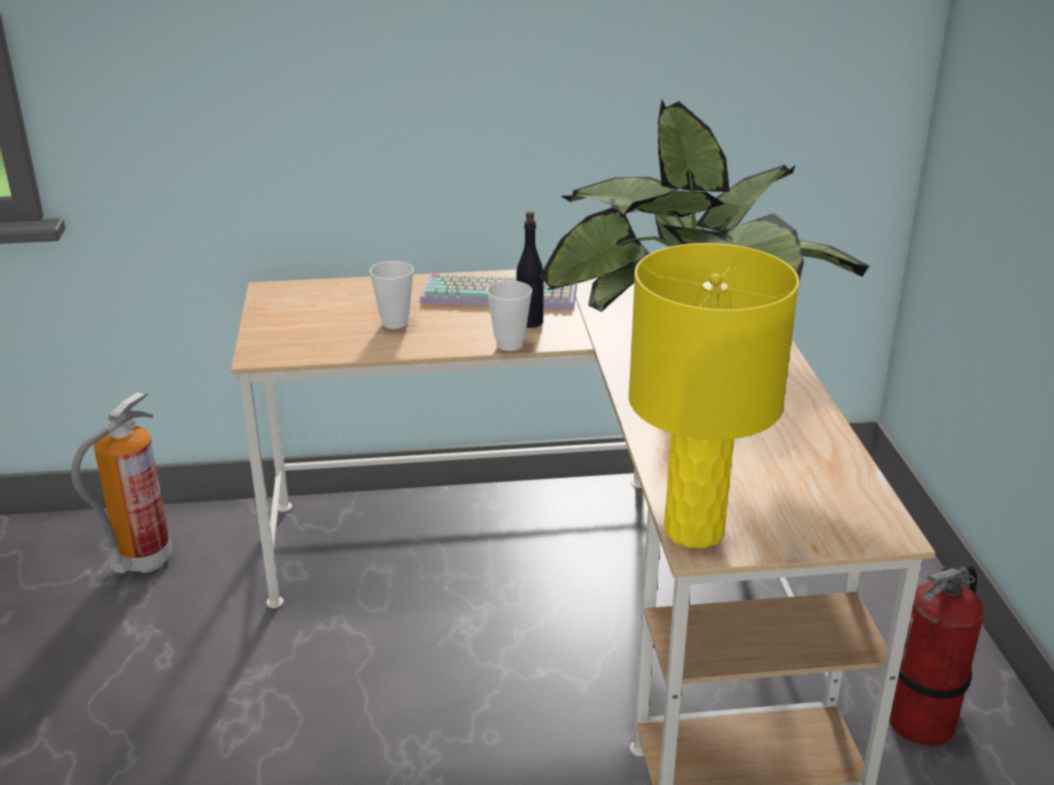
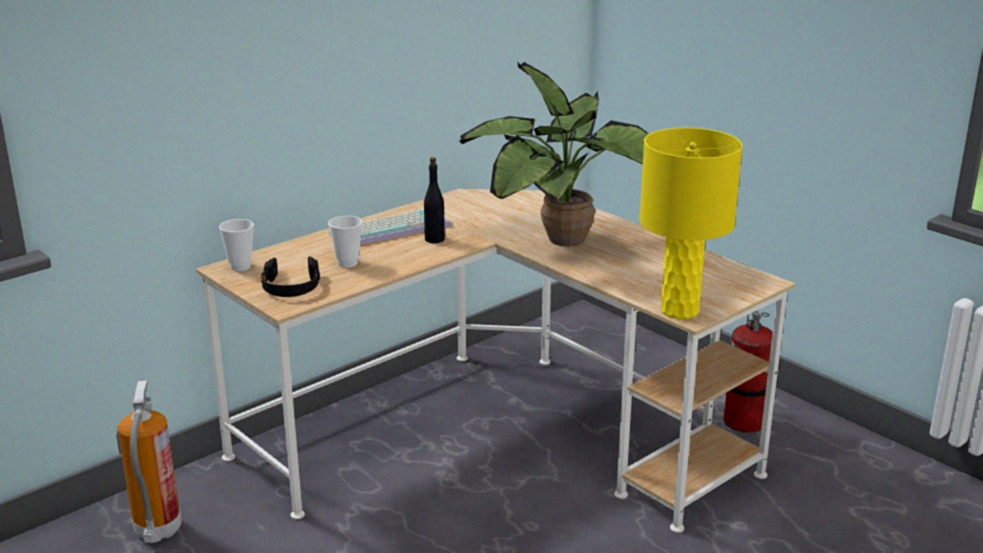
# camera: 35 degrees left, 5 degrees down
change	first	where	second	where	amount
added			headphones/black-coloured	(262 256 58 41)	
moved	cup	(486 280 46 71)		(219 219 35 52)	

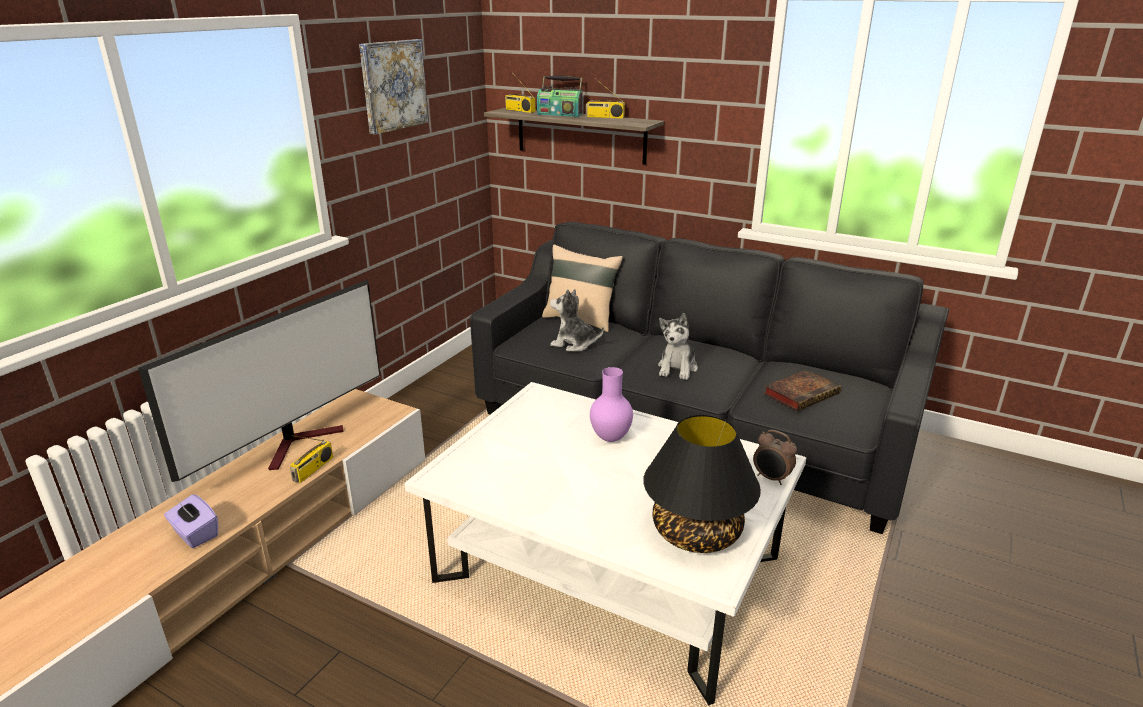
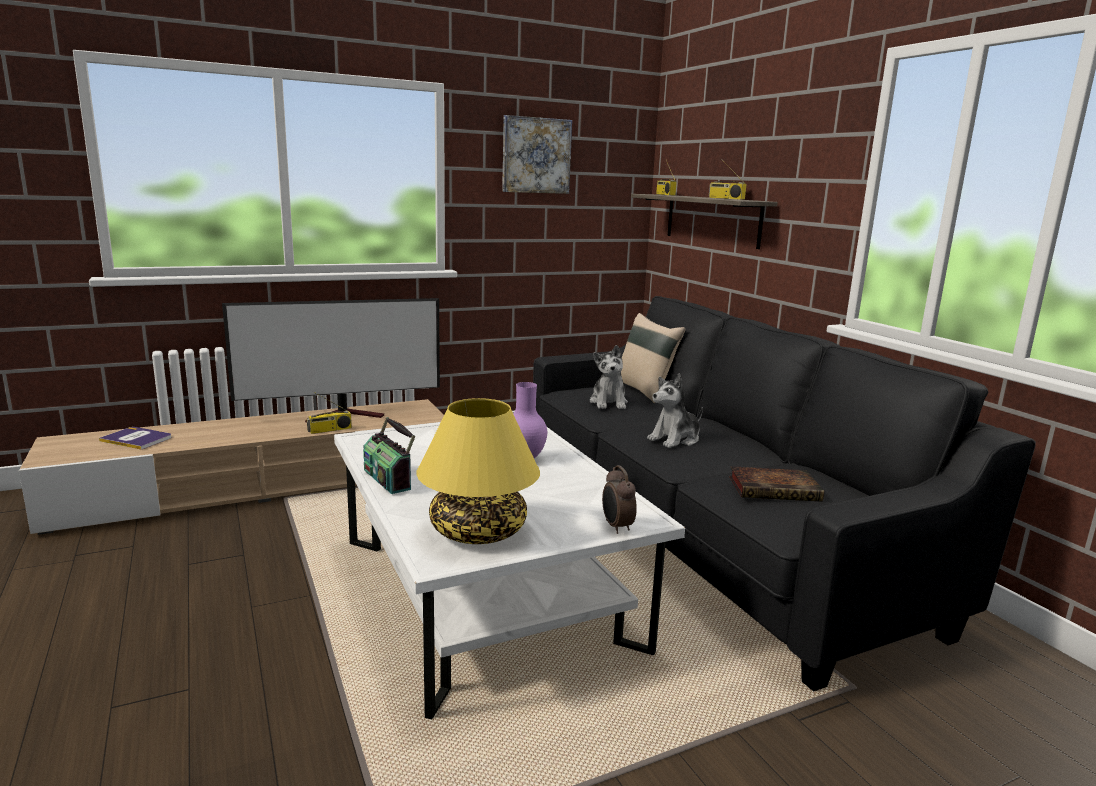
# camera: 35 degrees right, 10 degrees down
change	first	where	second	where	amount
removed	box of tissues/purple-coloured	(164 494 54 54)			
added			bound book	(99 427 72 23)	
moved	radio	(537 75 46 42)		(363 417 52 77)	
recoloured	lamp for a table/black-coloured	(643 414 118 139)	lamp for a table/yellow-coloured	(417 398 123 146)	
turned	soft toy	(550 289 54 63)		(590 345 38 64)	150 degrees counterclockwise

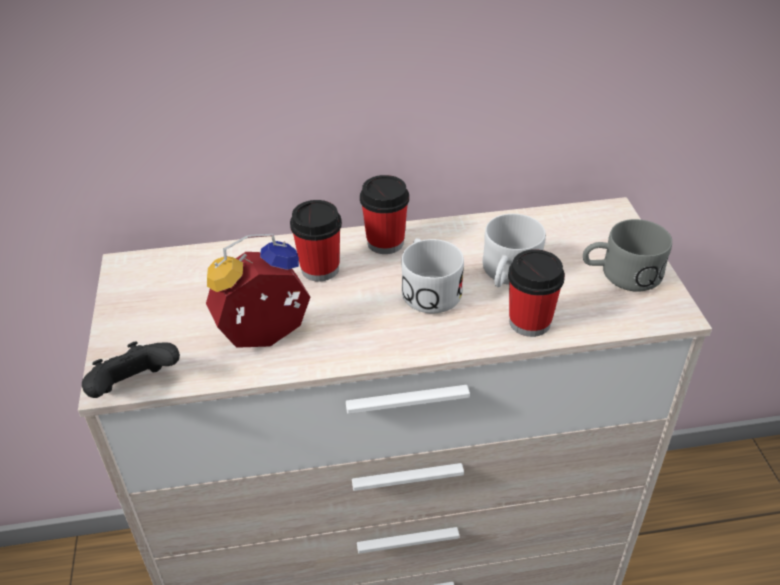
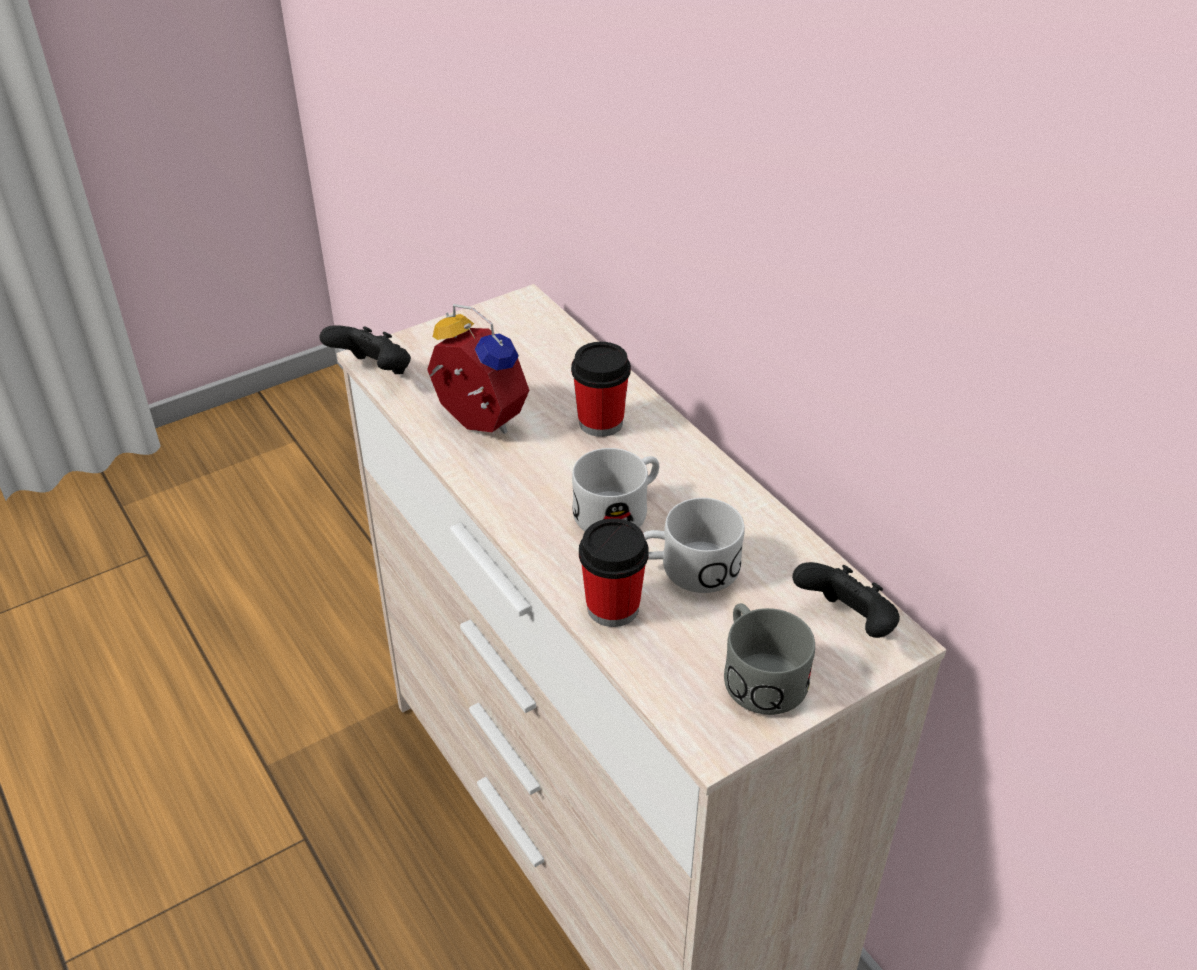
# camera: 65 degrees right, 0 degrees up
change	first	where	second	where	amount
removed	cup	(360 175 49 79)			
added			joypad/black-coloured	(792 562 108 76)	

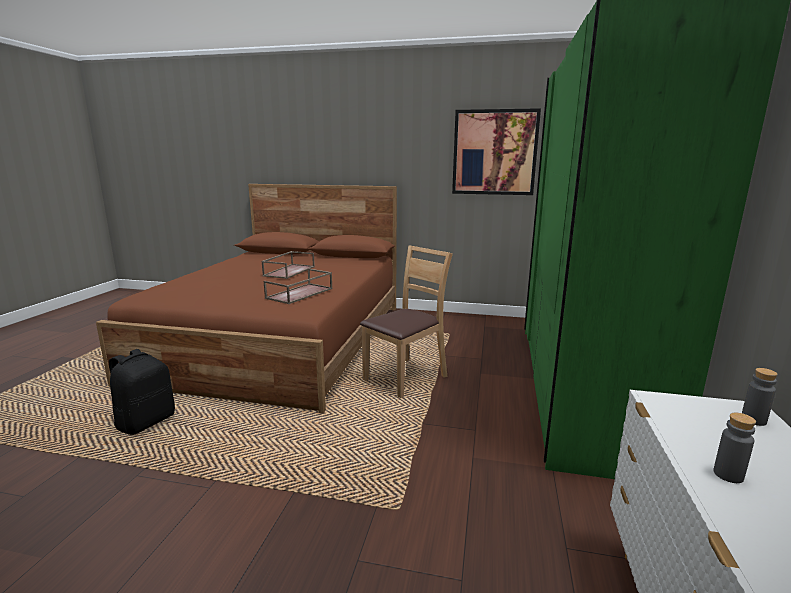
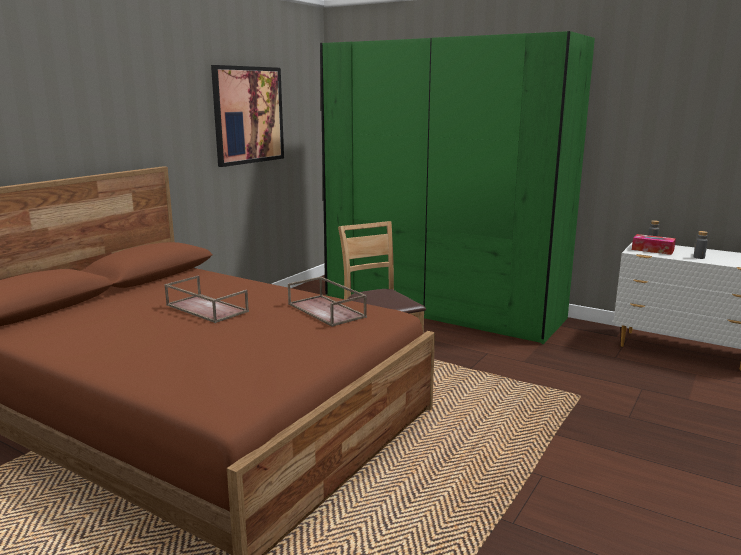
# camera: 70 degrees left, 0 degrees up
change	first	where	second	where	amount
removed	backpack/black-coloured	(109 349 66 86)			
added			box of tissues	(632 234 44 21)	

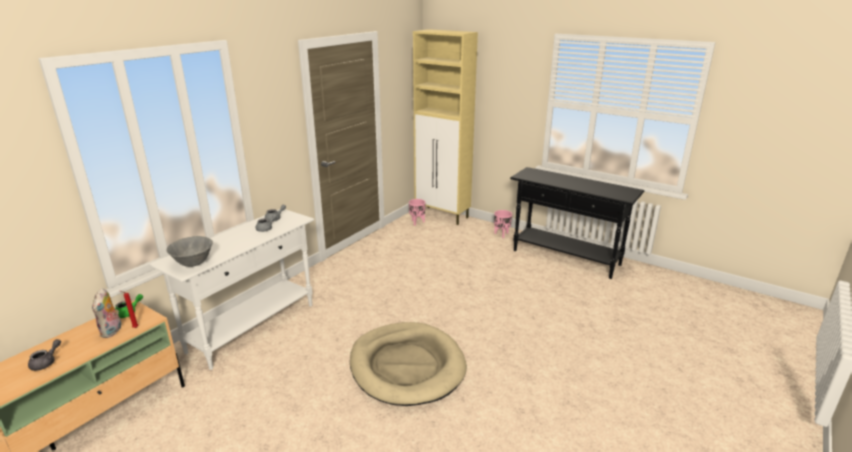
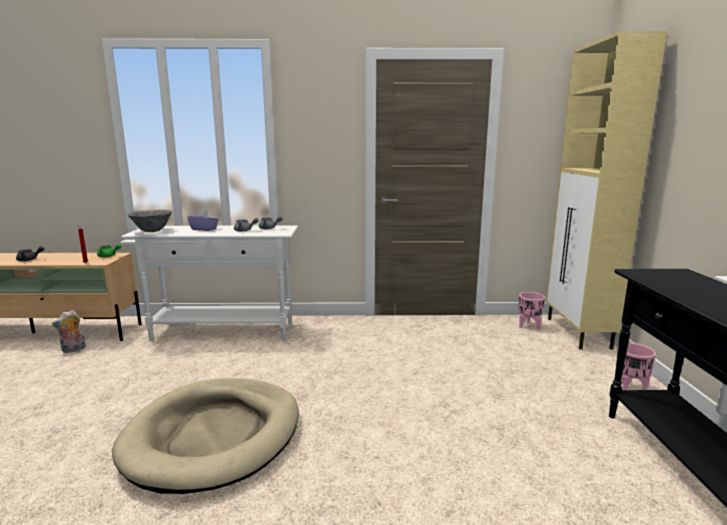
# camera: 55 degrees right, 10 degrees down
change	first	where	second	where	amount
added			box of tissues/purple-coloured	(188 209 31 22)	
moved	soft toy	(92 288 29 50)		(52 310 34 43)	

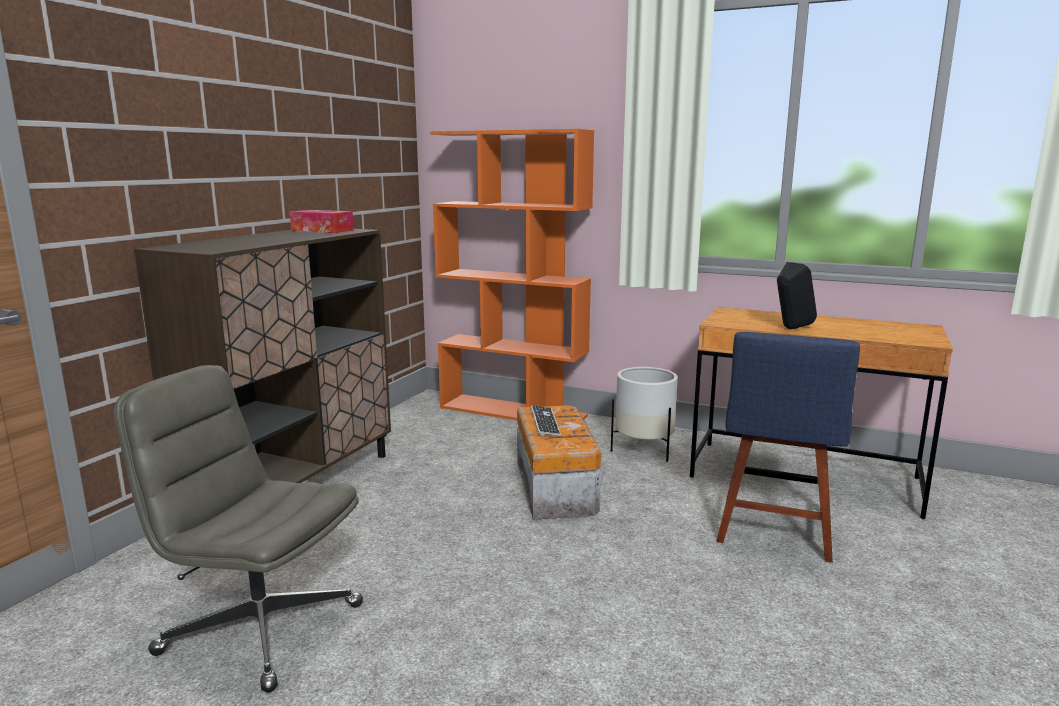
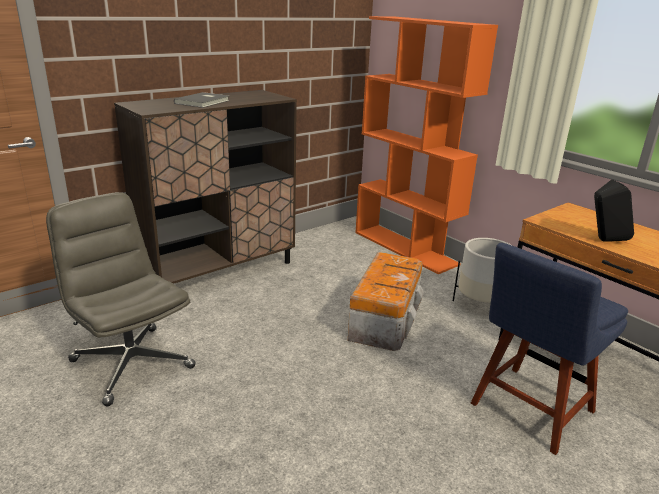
# camera: 25 degrees right, 10 degrees up
change	first	where	second	where	amount
removed	box of tissues	(290 210 64 23)			
removed	keyboard	(531 405 30 31)			
added			bound book/greyish	(174 92 56 16)	

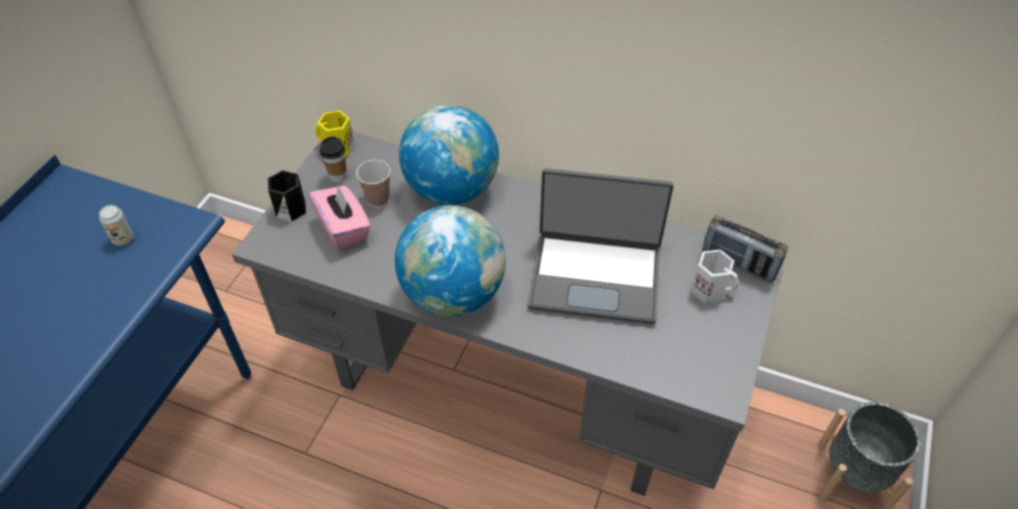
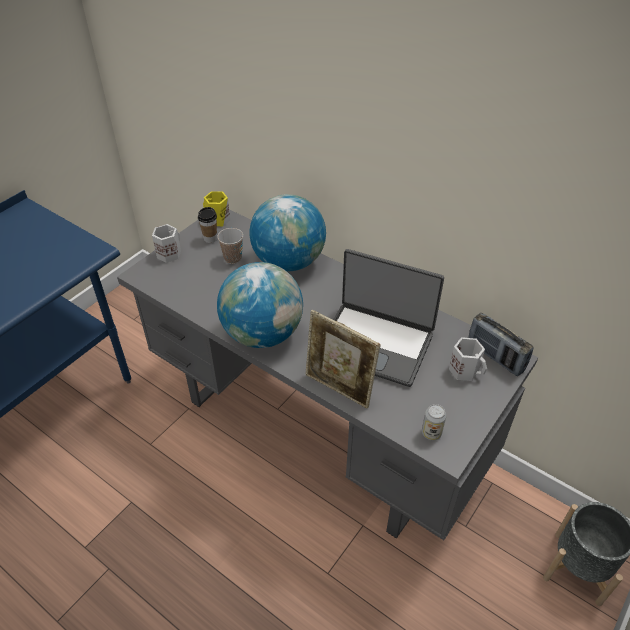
# camera: 15 degrees right, 5 degrees down
change	first	where	second	where	amount
removed	box of tissues/pink	(309 184 61 66)			
added			photo frame	(306 309 75 100)	
moved	sealed can	(99 205 35 41)		(422 404 24 36)	
recoloured	coffee mug/black-coloured	(268 170 38 51)	coffee mug/white-coloured	(152 224 29 39)	

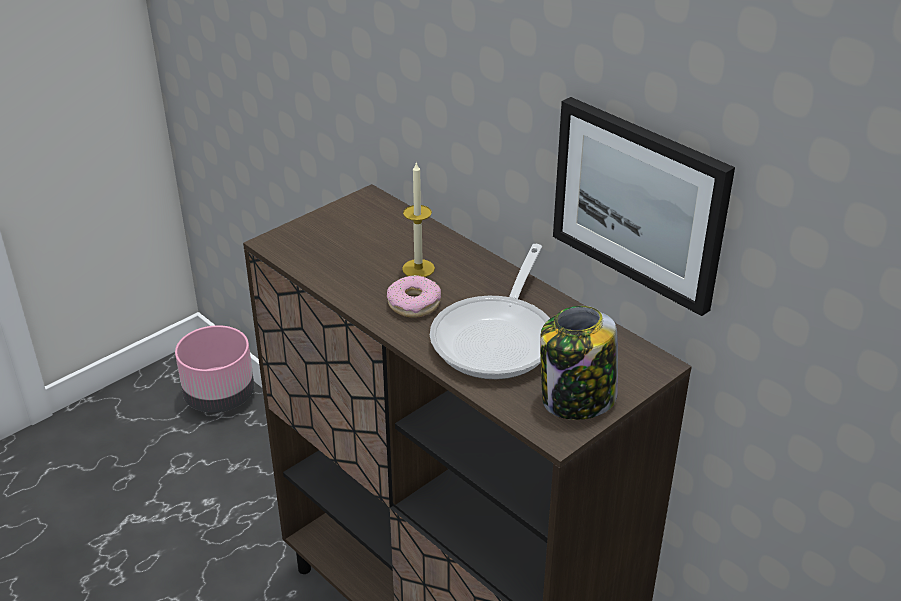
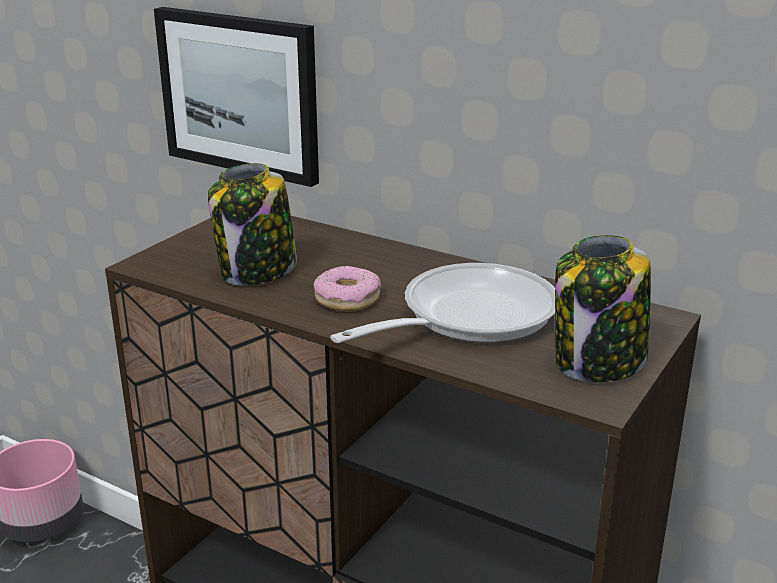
# camera: 15 degrees left, 10 degrees down
change	first	where	second	where	amount
removed	wax candle	(402 162 33 115)			
added			preserve jar	(208 163 89 123)	
moved	wall picture	(553 97 182 219)		(154 7 165 180)	
turned	frying pan	(430 244 120 135)		(330 263 225 80)	135 degrees counterclockwise

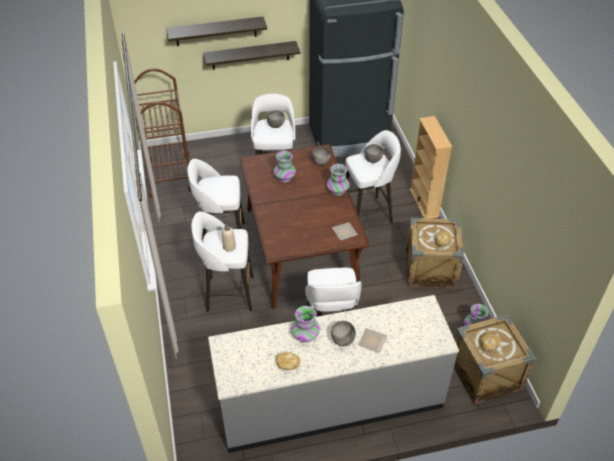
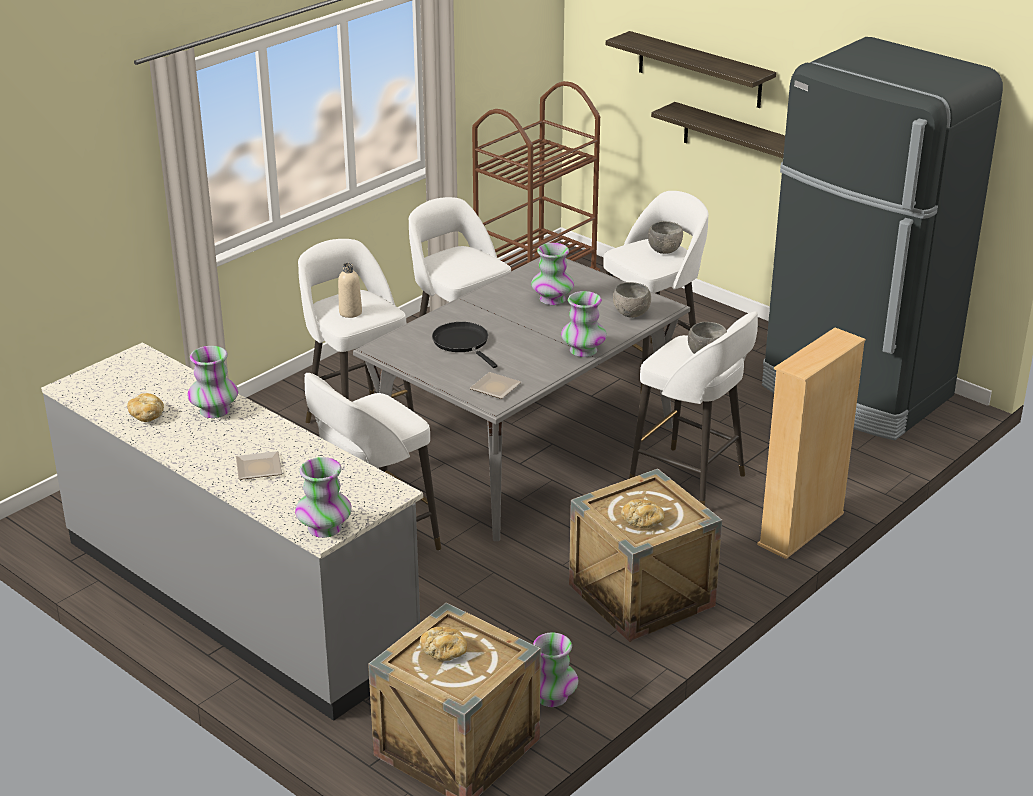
# camera: 55 degrees right, 15 degrees down
change	first	where	second	where	amount
removed	bowl/greyish	(331 321 25 25)			
added			flower vase	(295 457 57 81)	
added			frying pan/black-coloured	(432 322 65 46)	
recoloured	dining table/brownish	(239 144 131 165)	dining table/greyish	(353 257 337 284)	

